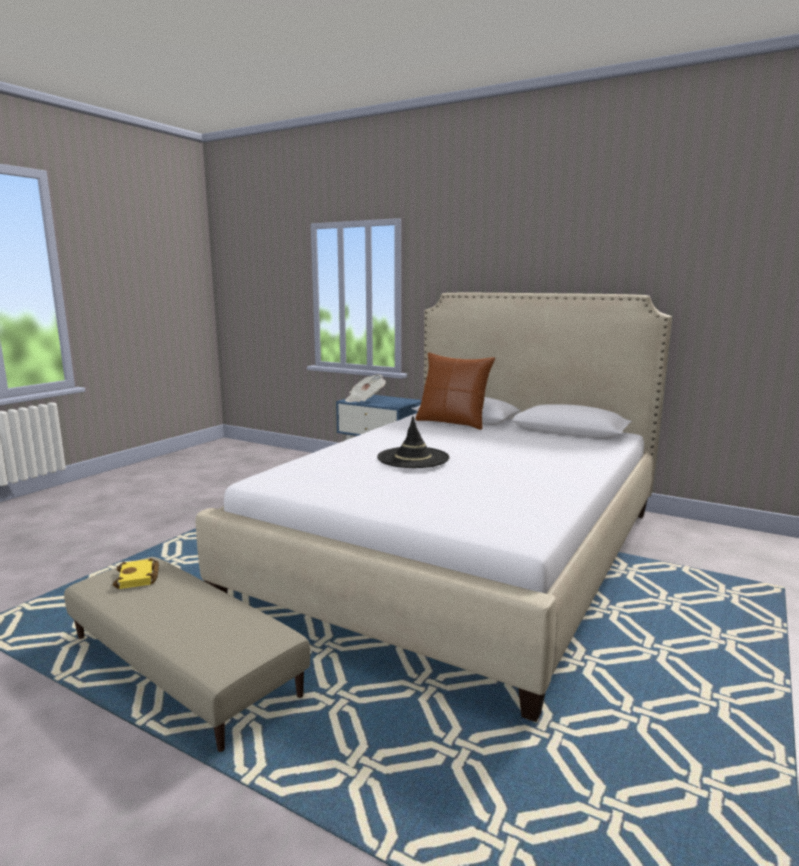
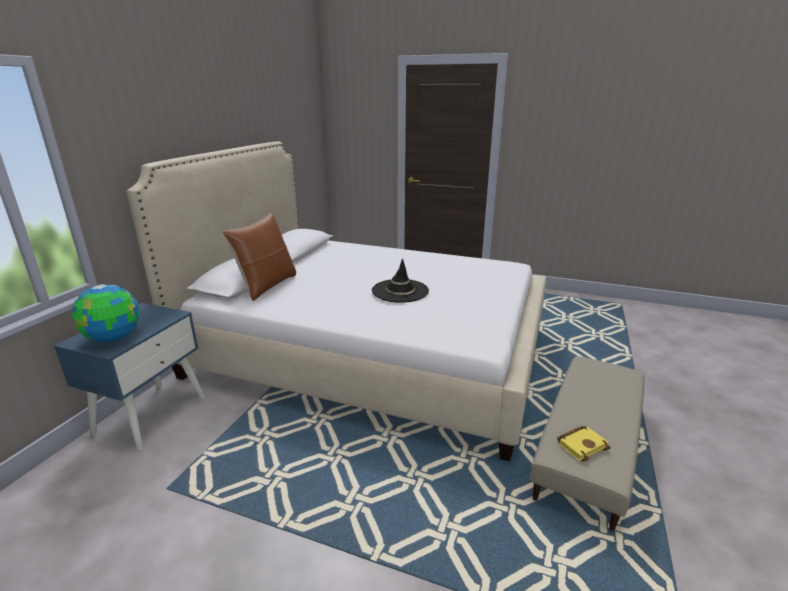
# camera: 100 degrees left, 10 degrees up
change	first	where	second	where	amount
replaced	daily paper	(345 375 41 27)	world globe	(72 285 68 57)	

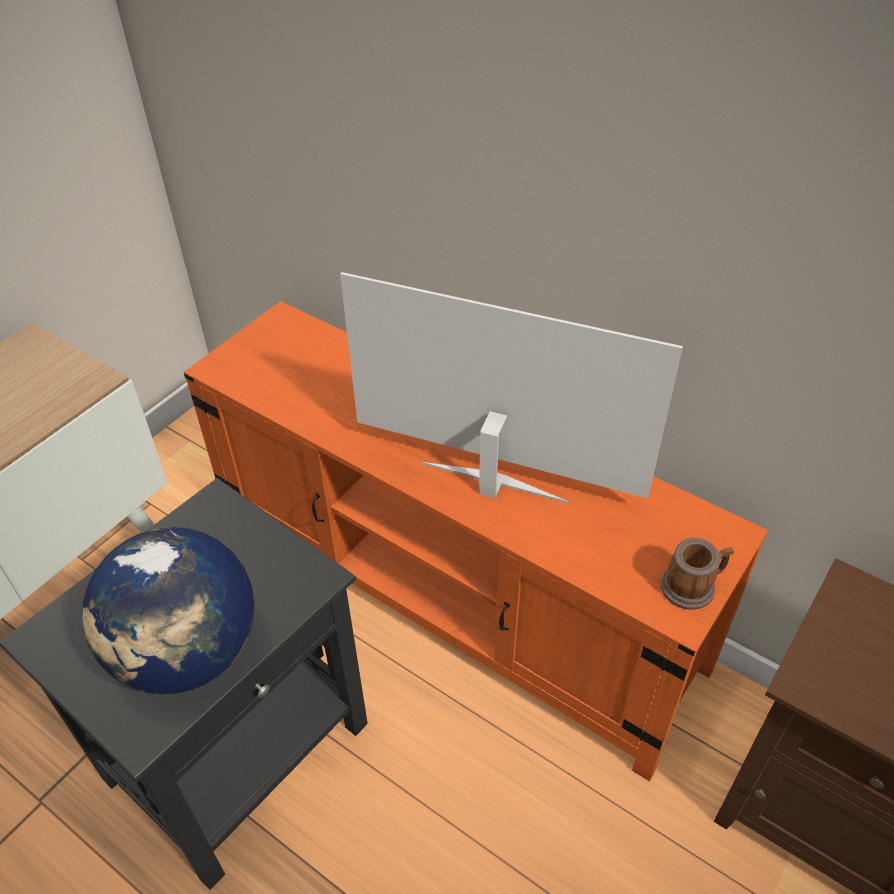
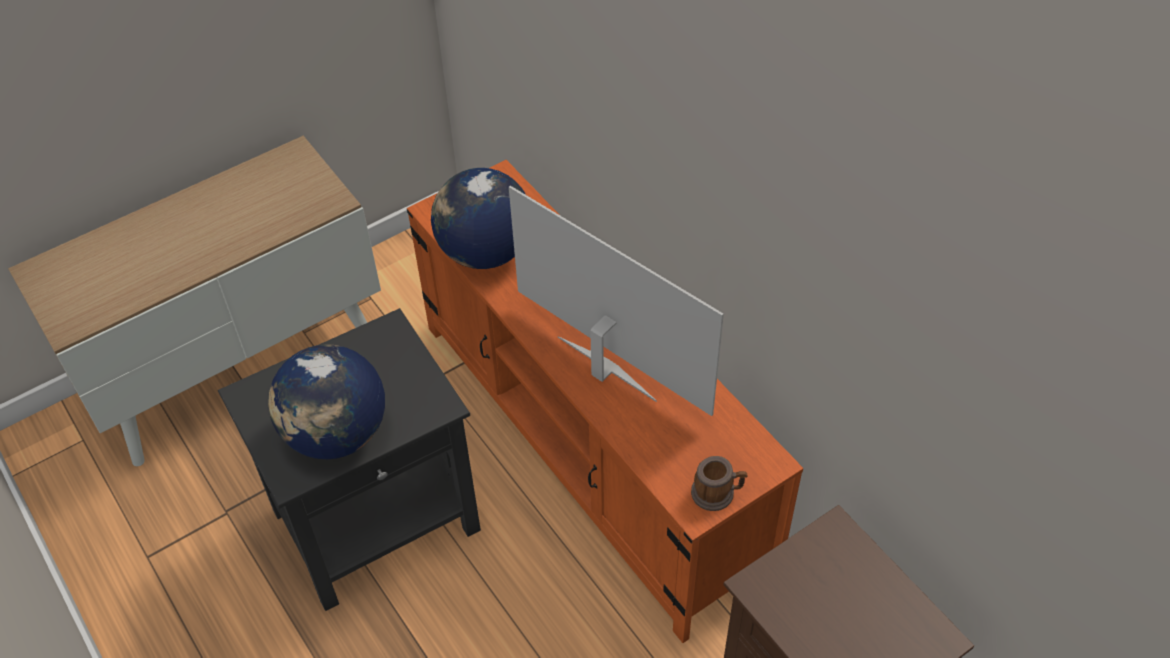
# camera: 20 degrees right, 5 degrees up
change	first	where	second	where	amount
added			world globe	(431 168 95 101)	

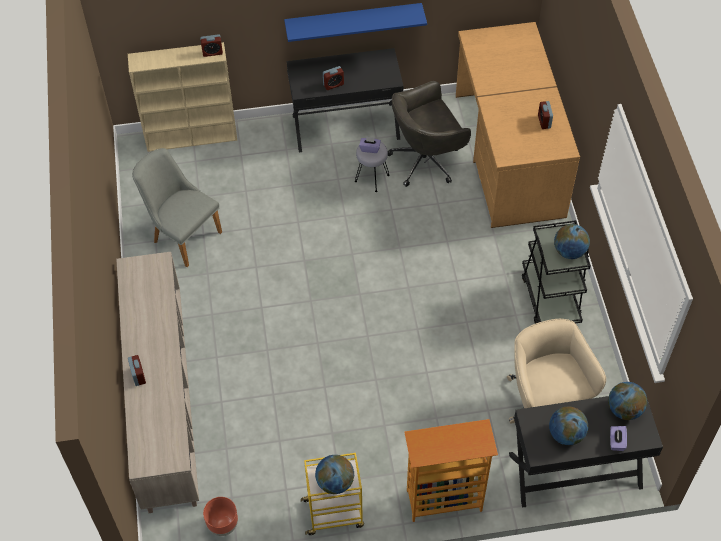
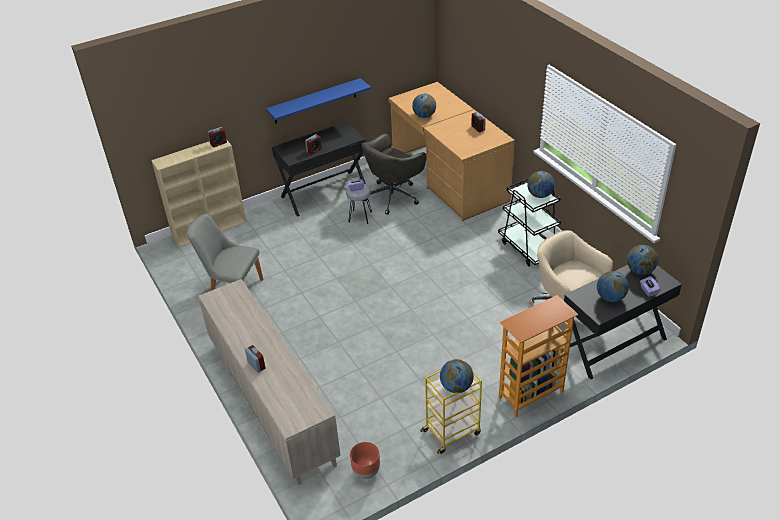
# camera: 20 degrees left, 15 degrees down
change	first	where	second	where	amount
added			world globe	(412 94 24 24)	

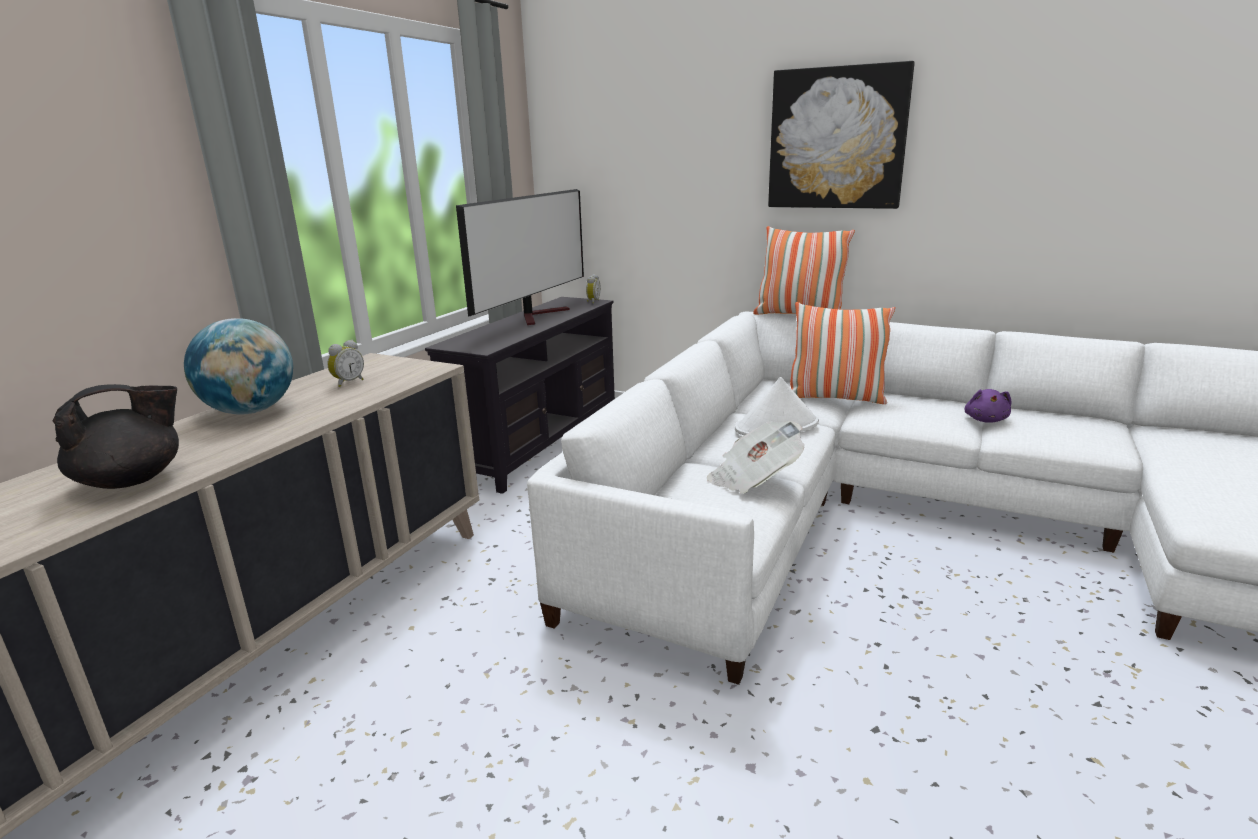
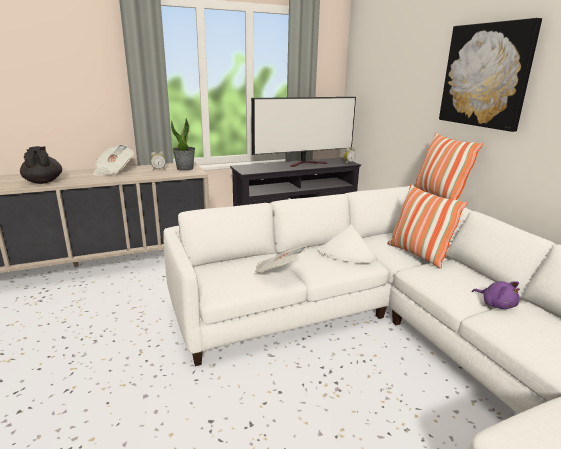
# camera: 40 degrees right, 0 degrees up
change	first	where	second	where	amount
added			potted plant	(171 118 24 53)	
replaced	world globe	(184 318 109 97)	daily paper	(93 144 41 32)	
turned	pot for tea/black-coloured	(53 384 126 105)		(20 146 42 38)	120 degrees counterclockwise
turned	soft toy/purple-coloured	(964 389 48 34)		(472 281 48 28)	90 degrees counterclockwise

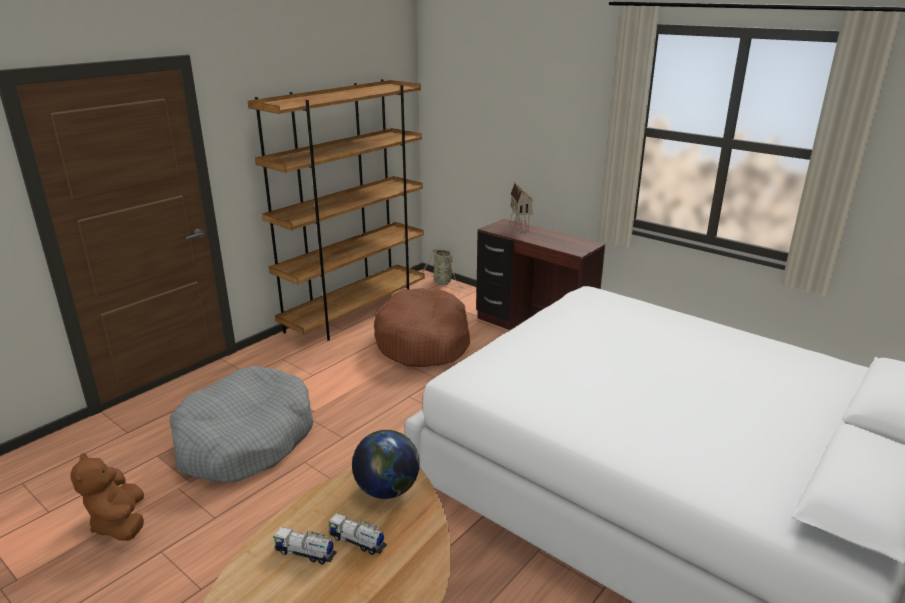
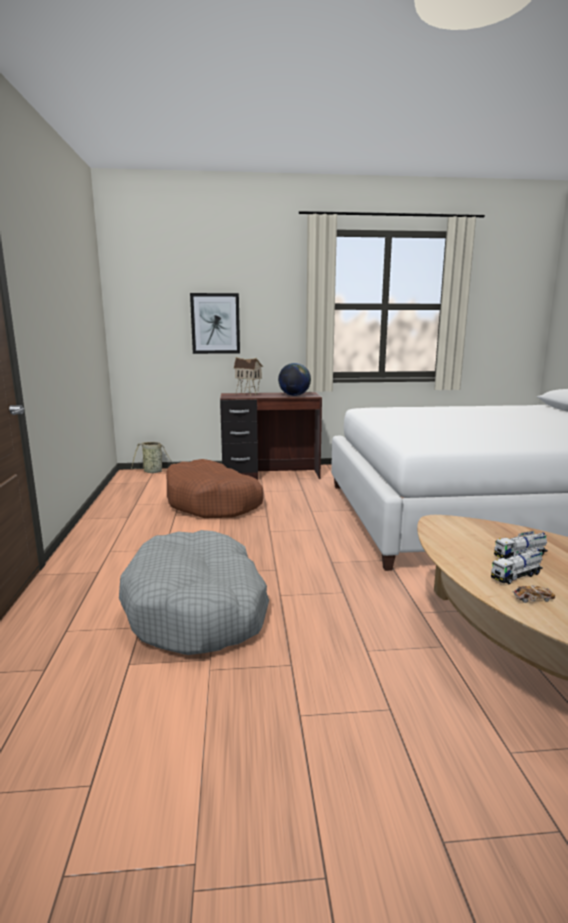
# camera: 45 degrees left, 10 degrees down
change	first	where	second	where	amount
removed	soft toy/brownish	(71 453 73 88)			
removed	shelving unit/brownish	(248 79 177 262)			
added			wall picture	(190 293 50 61)	
added			toy car	(512 585 43 18)	
moved	world globe	(352 430 68 69)		(278 363 33 33)	

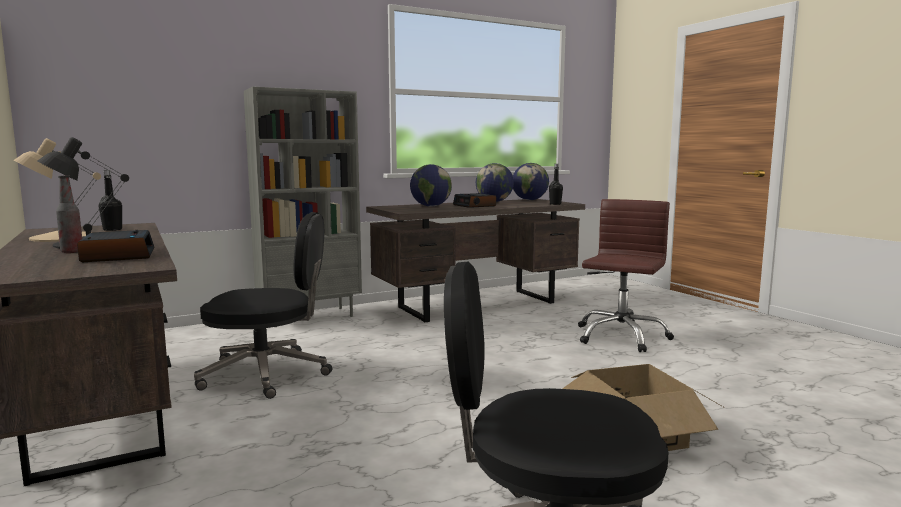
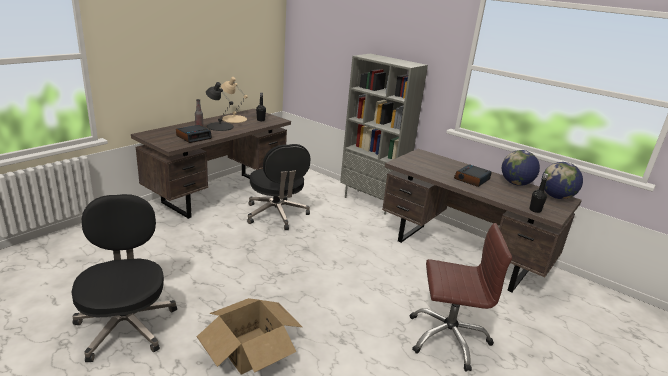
# camera: 65 degrees right, 15 degrees up
change	first	where	second	where	amount
removed	world globe	(410 164 42 43)			

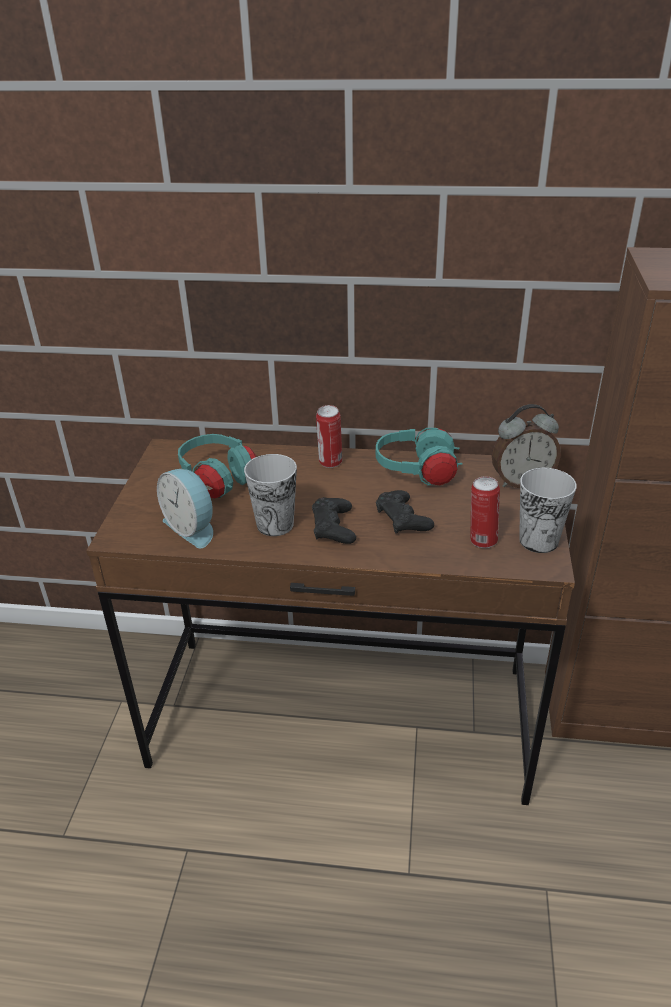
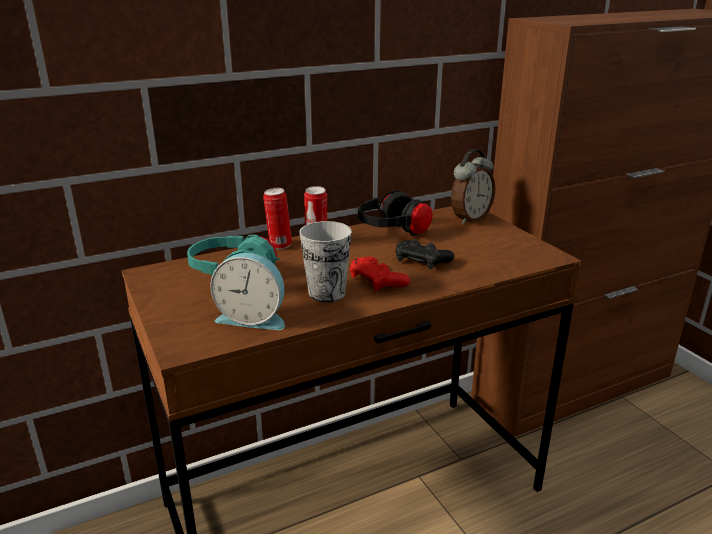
# camera: 35 degrees left, 10 degrees down
change	first	where	second	where	amount
removed	cup	(519 468 58 85)			
moved	sealed can	(470 476 30 72)		(263 188 29 61)	
recoloured	joypad/black-coloured	(312 497 44 47)	joypad/red-coloured	(350 257 60 34)	
recoloured	headphones/blue-green	(376 428 87 57)	headphones/black-coloured	(358 190 75 46)	

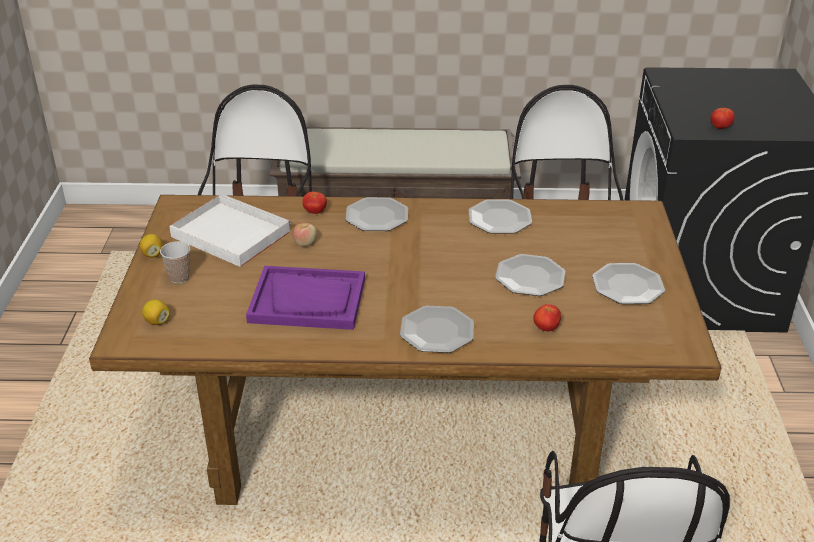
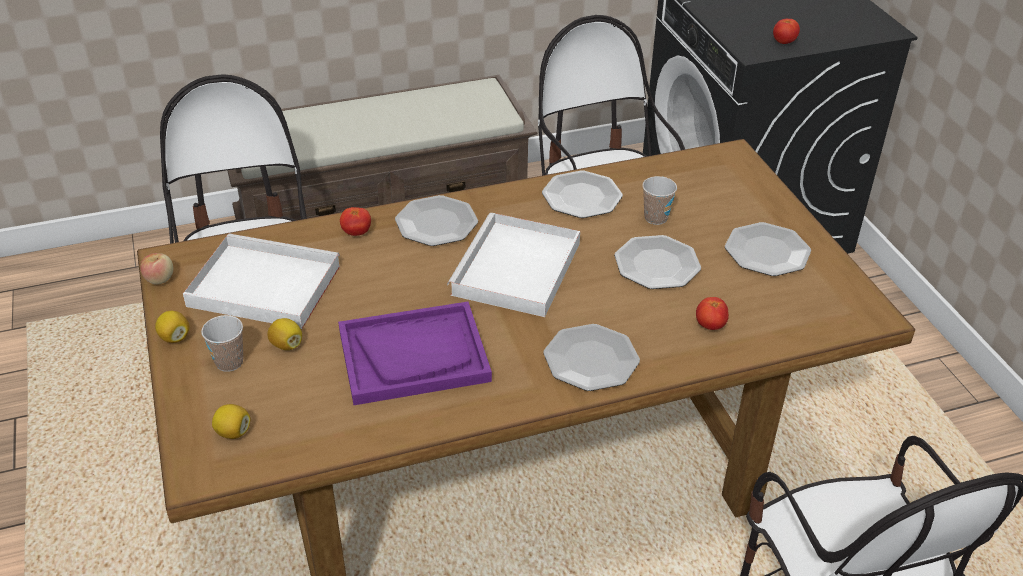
# camera: 20 degrees left, 5 degrees up
change	first	where	second	where	amount
added			citrus fruit	(267 318 35 32)	
added			carrying tray/white-coloured	(447 213 133 104)	
added			cup	(642 176 35 49)	
moved	apple fruit	(292 222 25 24)		(140 253 34 32)	

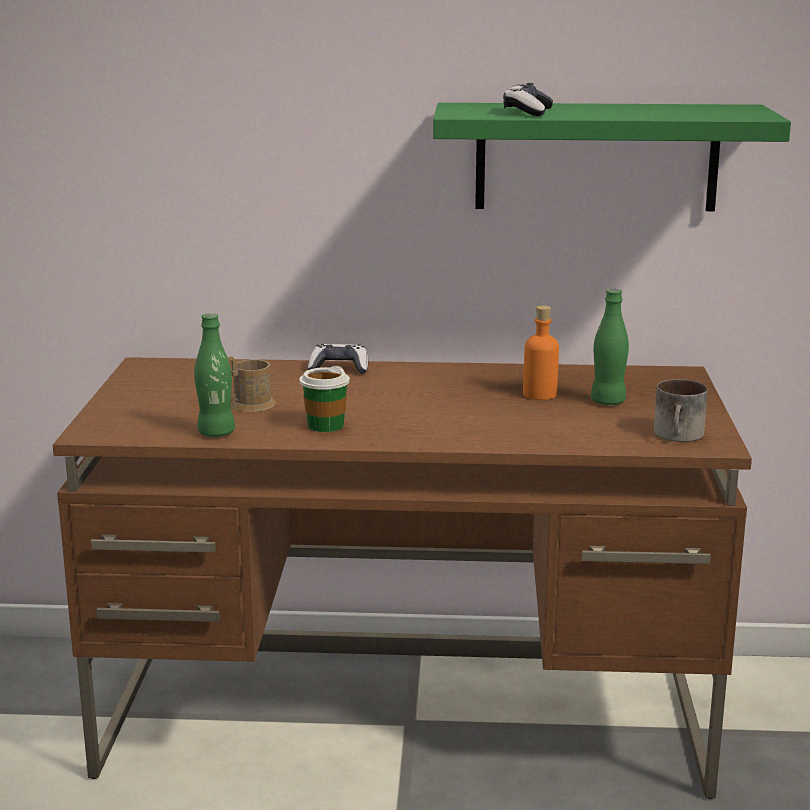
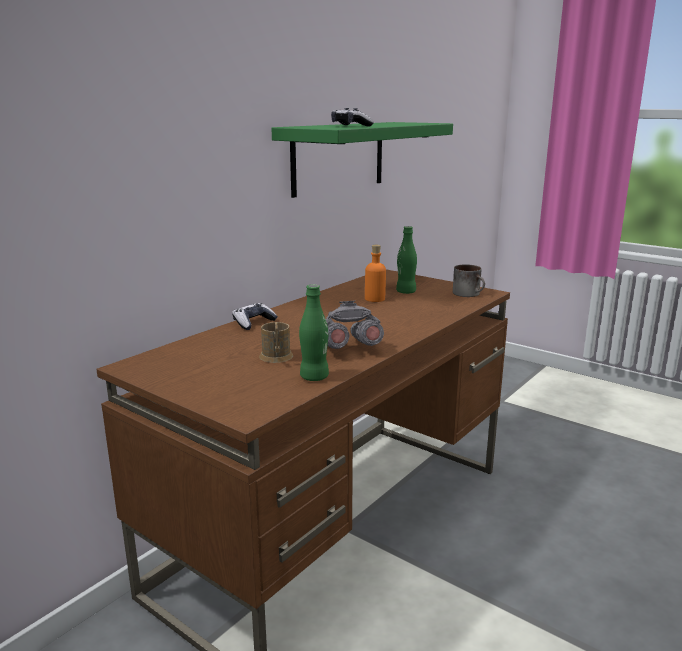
# camera: 55 degrees left, 0 degrees up
change	first	where	second	where	amount
replaced	cup	(299 366 51 66)	pair of binoculars/greyish	(326 301 58 48)	

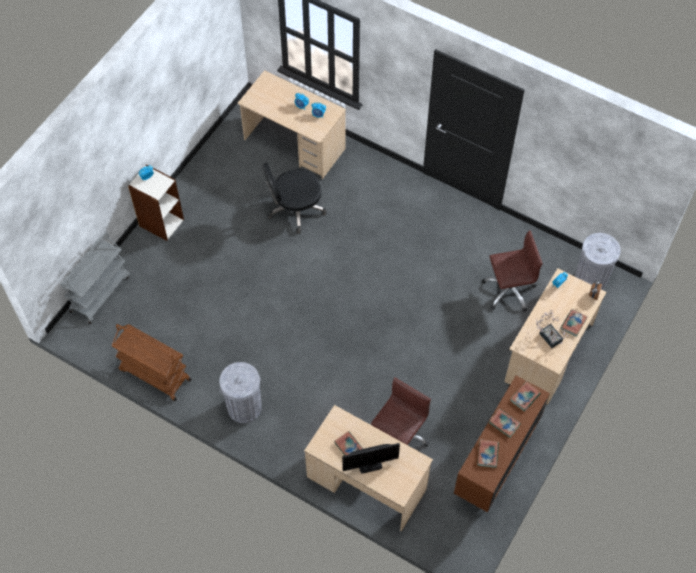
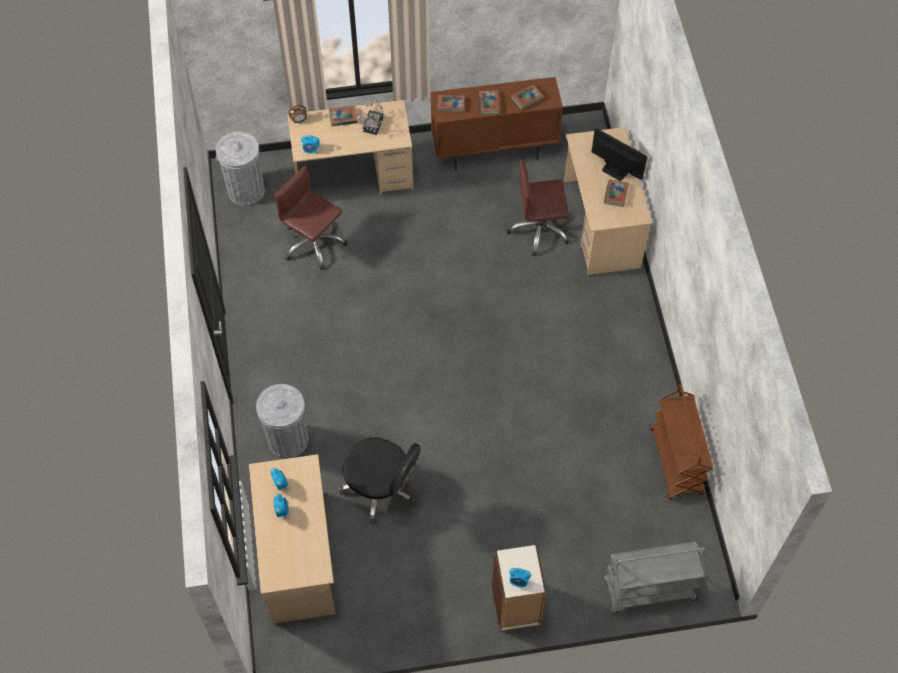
# camera: 130 degrees left, 0 degrees up
change	first	where	second	where	amount
moved	trash can/greyish	(220 362 42 61)		(256 384 53 74)	

